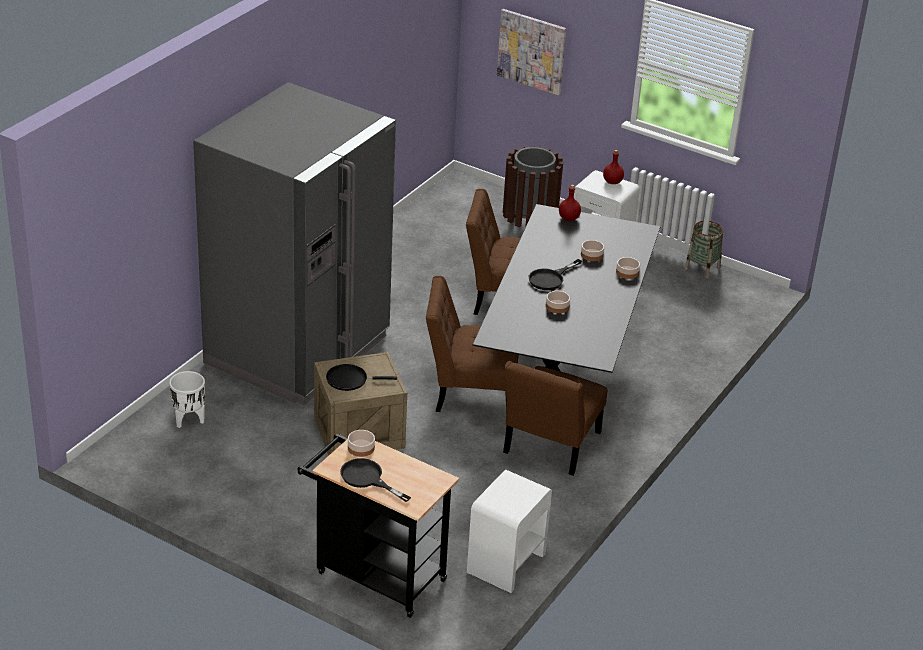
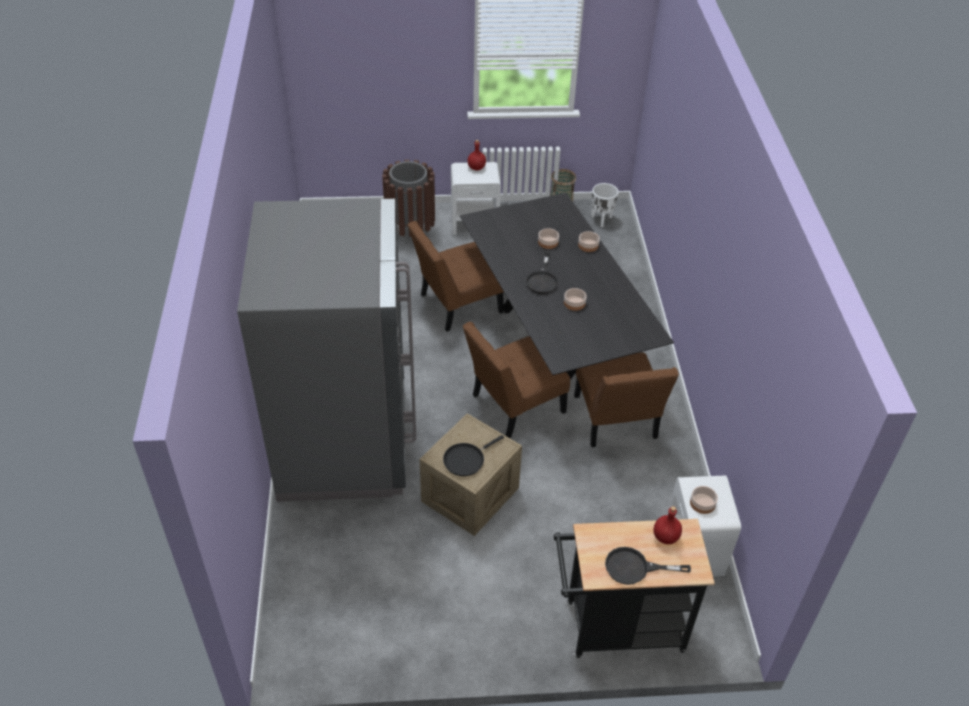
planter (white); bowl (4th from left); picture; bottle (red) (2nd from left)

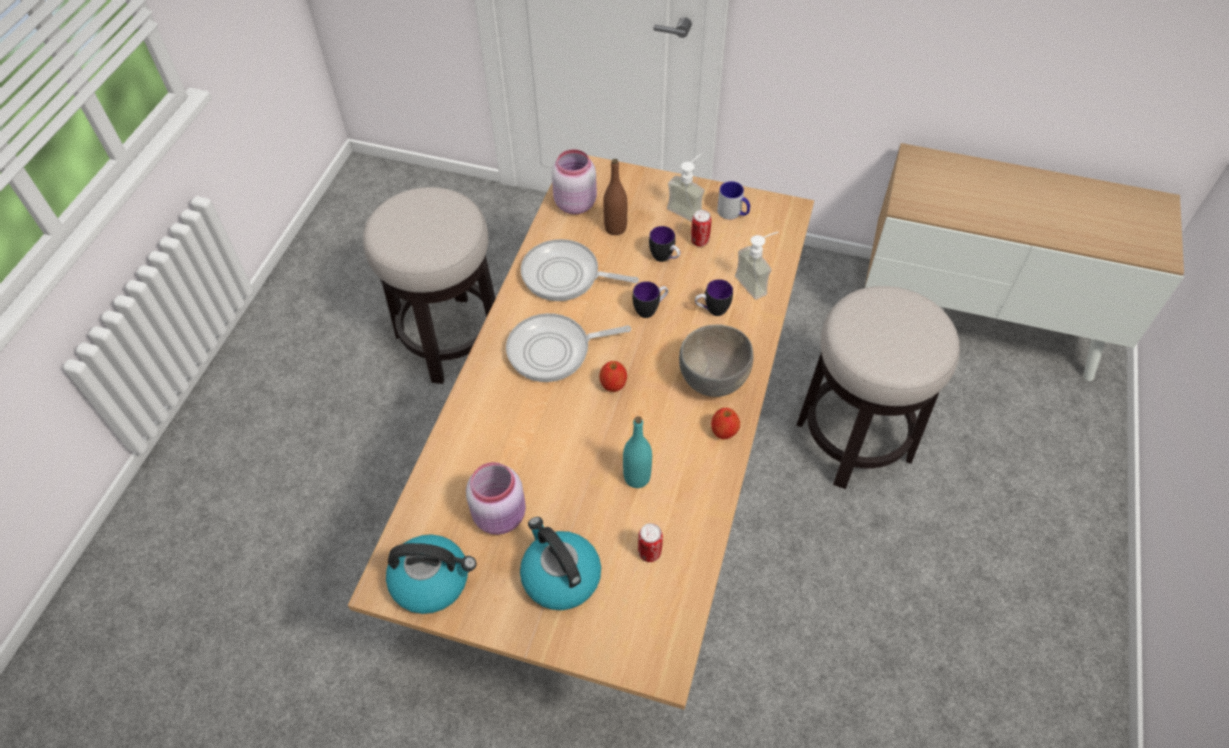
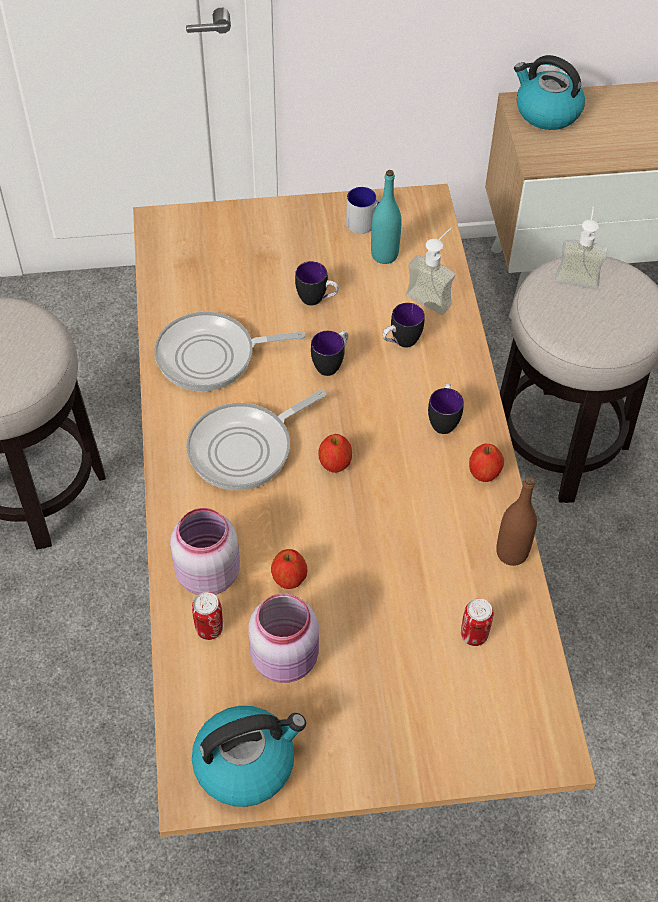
kettle (2nd from left); jar (pink) (1st from left); bottle (brown); bottle (turquoise); soap dispenser (2nd from left); mug (5th from left); can (1st from left); apple (1st from left)

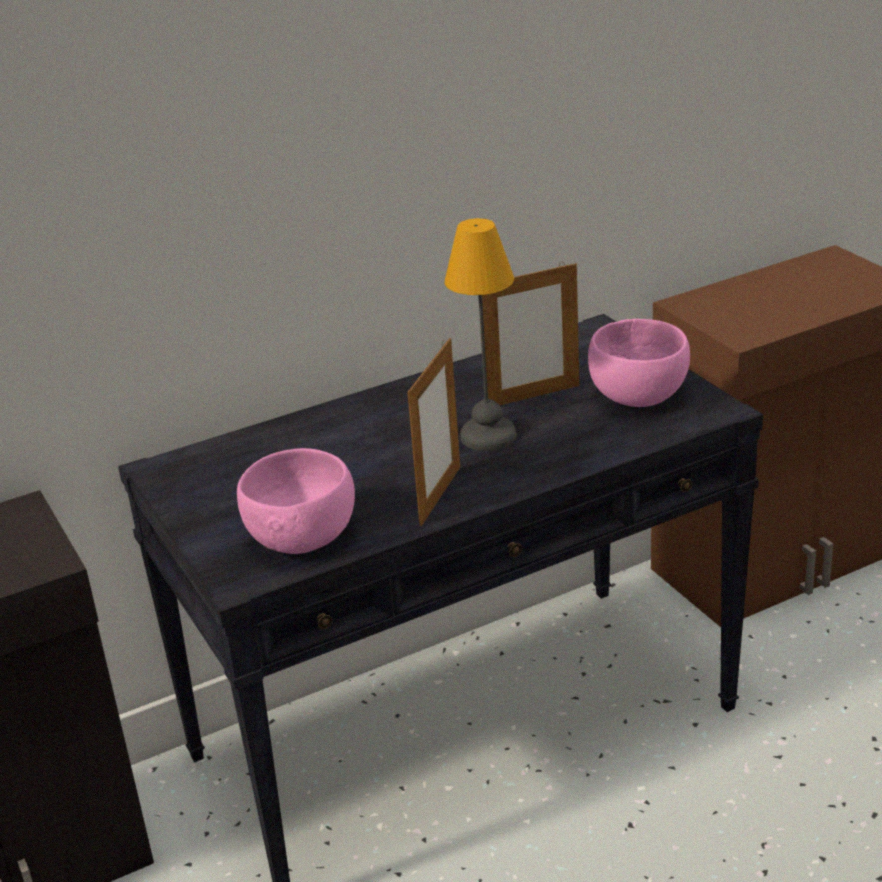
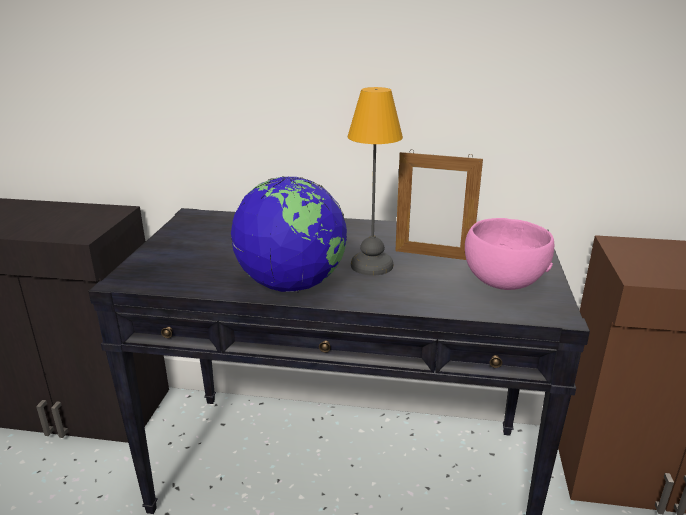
bowl (pink) (1st from left in the first image); globe

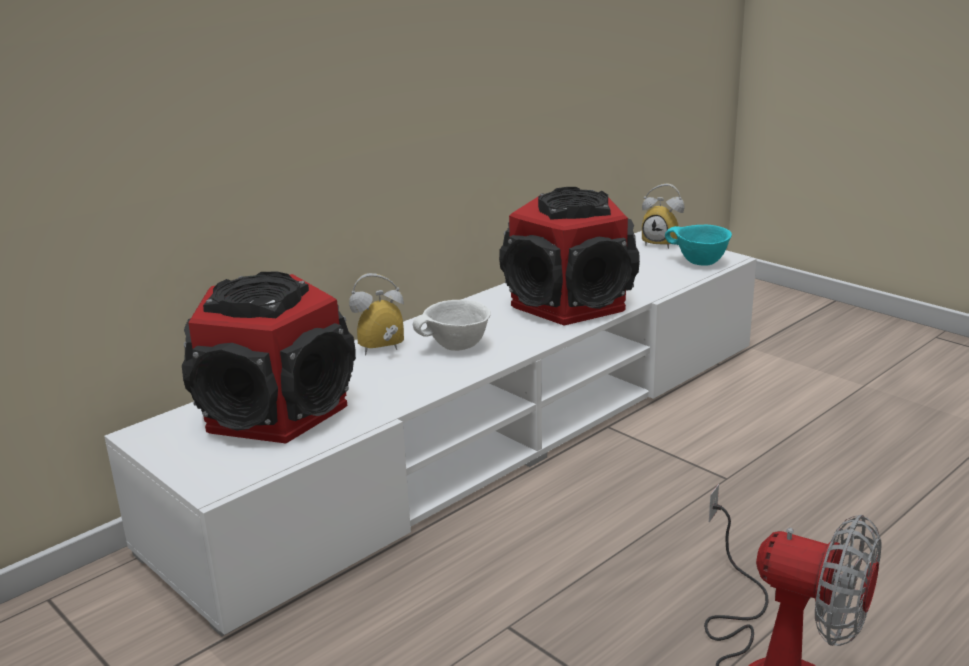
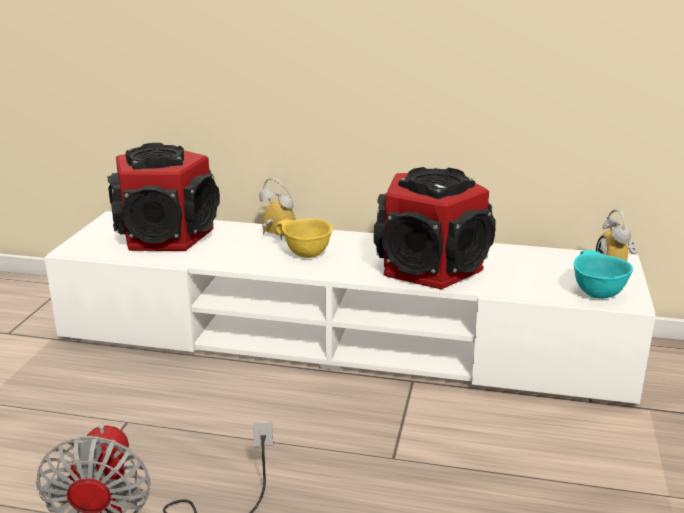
bowl (yellow)

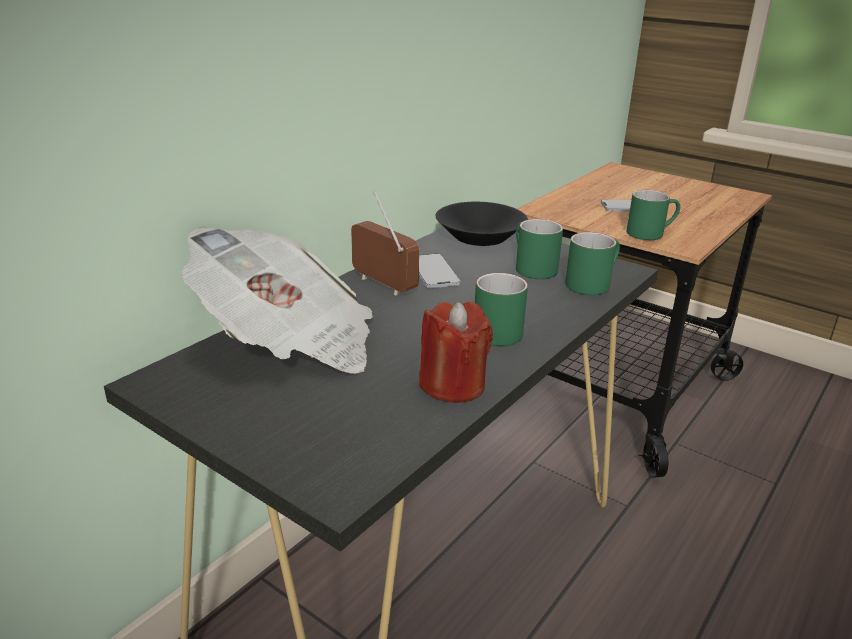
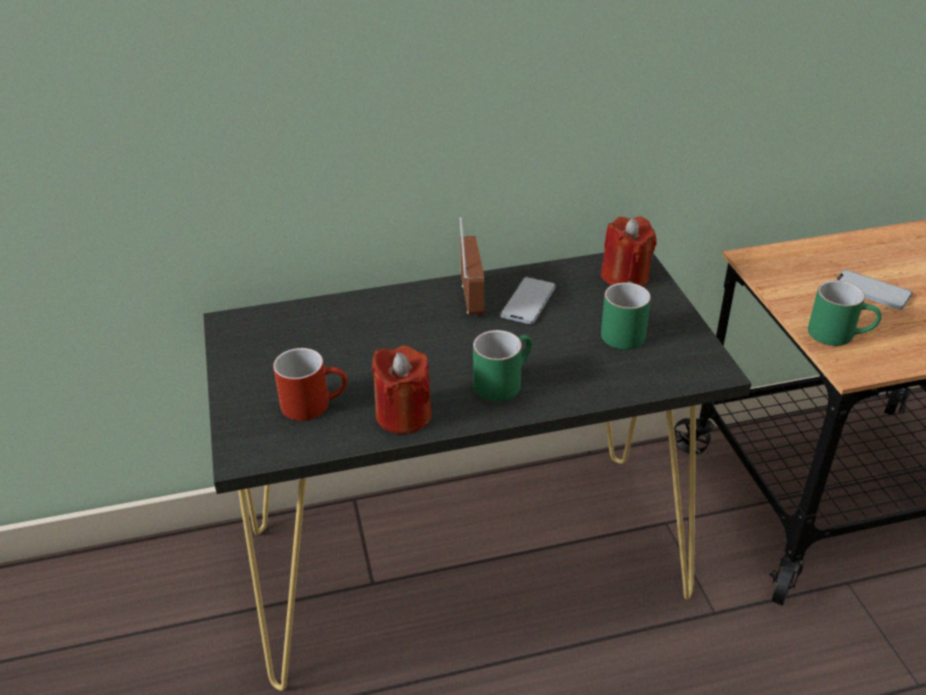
newspaper; candle (red) (2nd from left); mug (green) (3rd from left in the first image); mug (red)

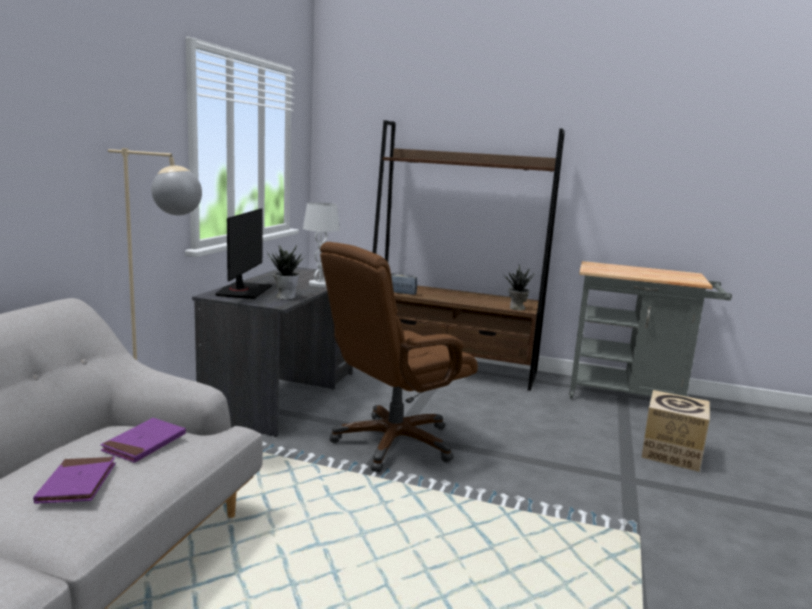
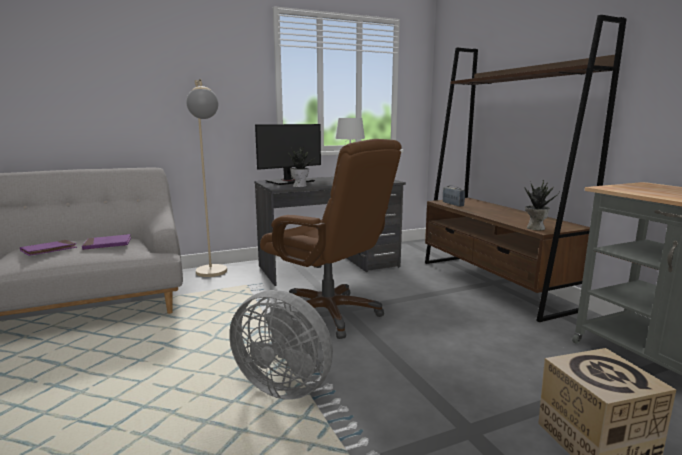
office chair (brown); fan (grey)

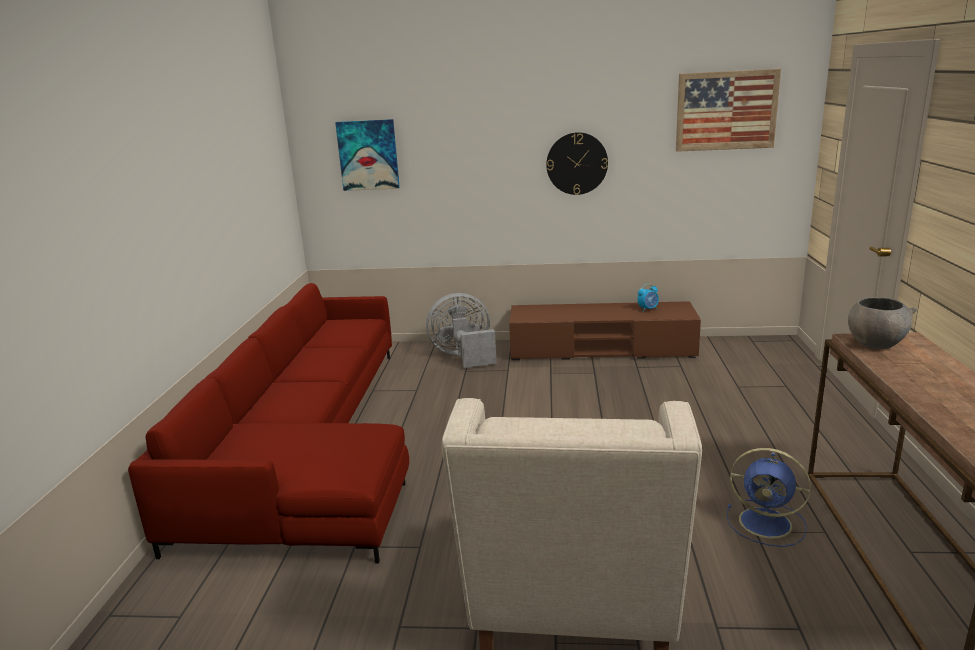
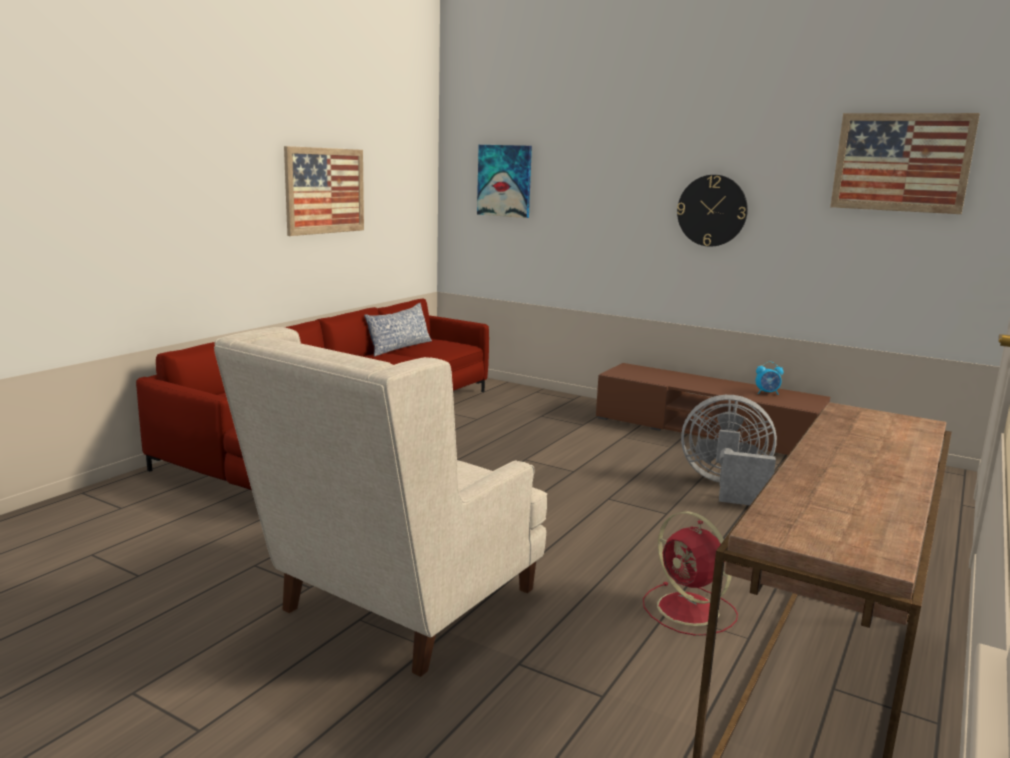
fan (grey); fan (red); bowl (grey); picture (1st from left); pillow

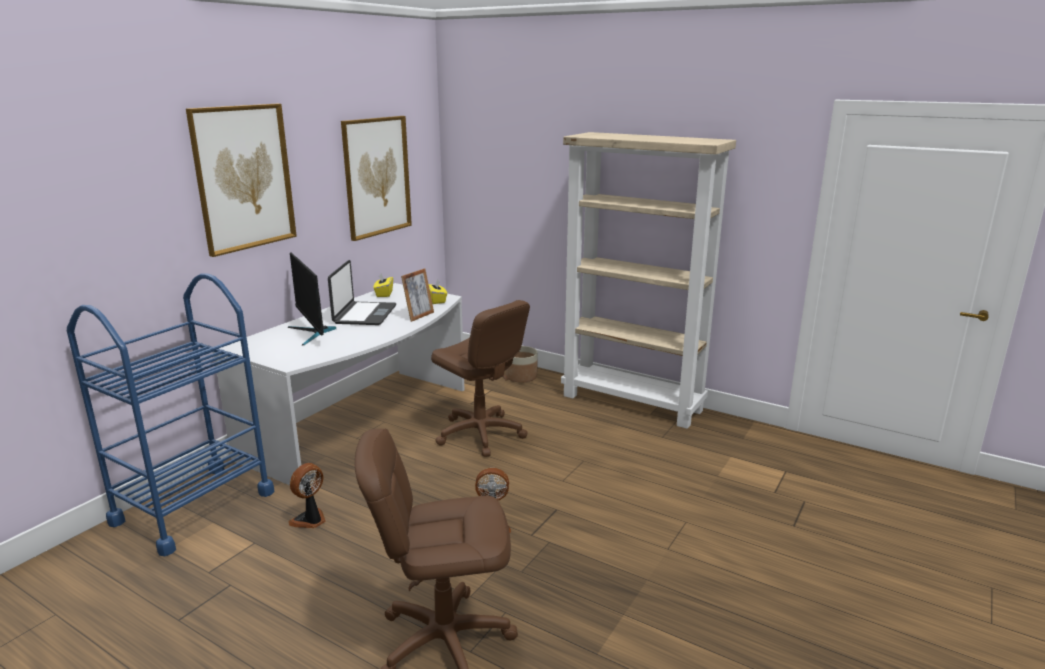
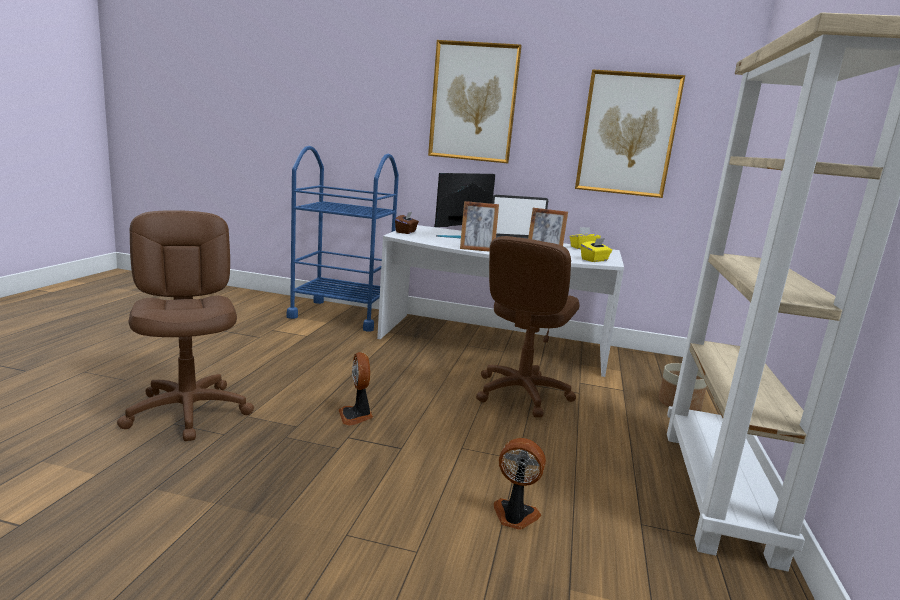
fan (2nd from left); tissue box (brown); picture frame (1st from left)

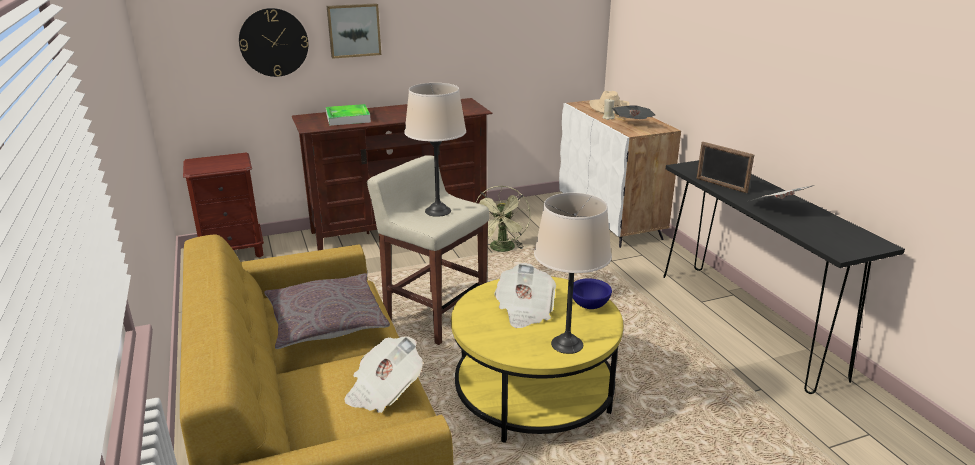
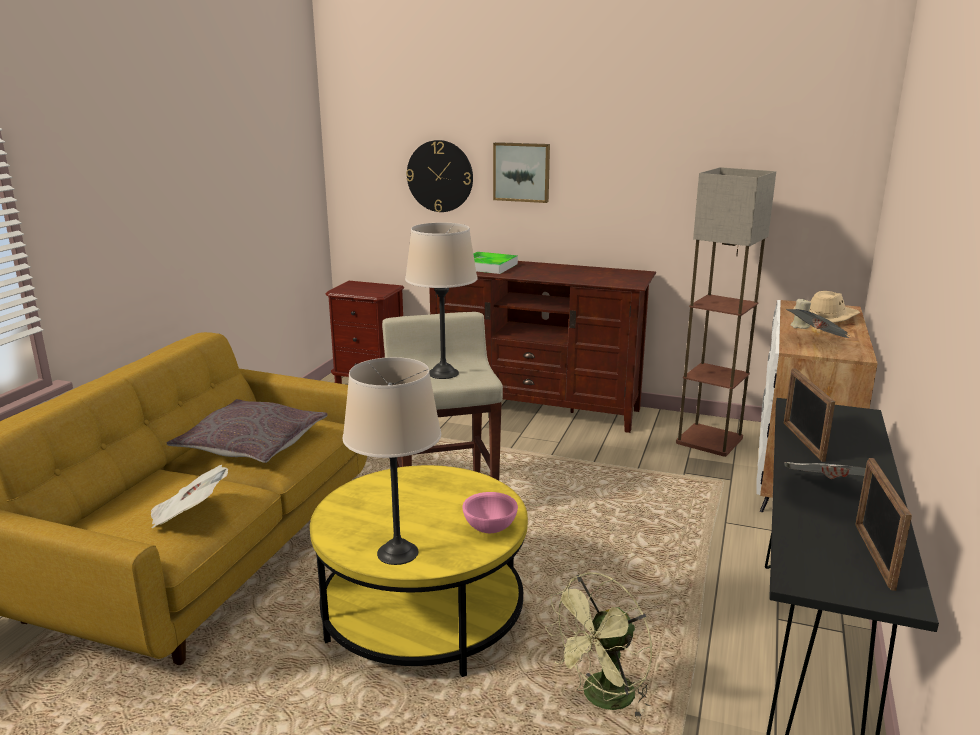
fan (green); newspaper (2nd from left in the first image); bowl (pink); floor lamp; picture frame (2nd from left)

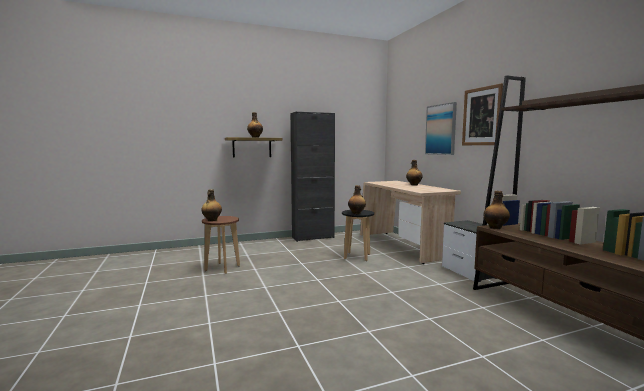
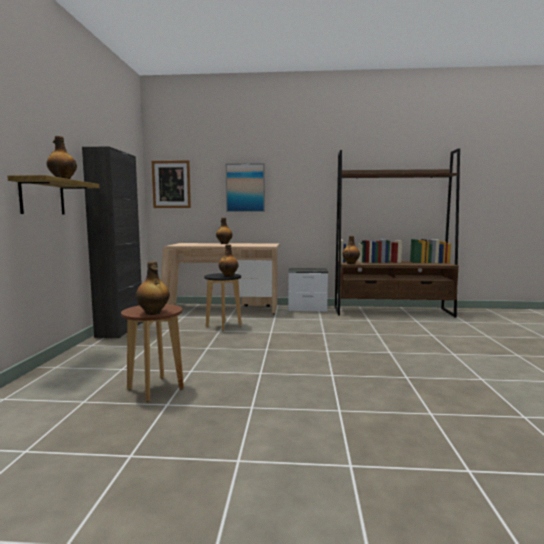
picture (1st from left)

